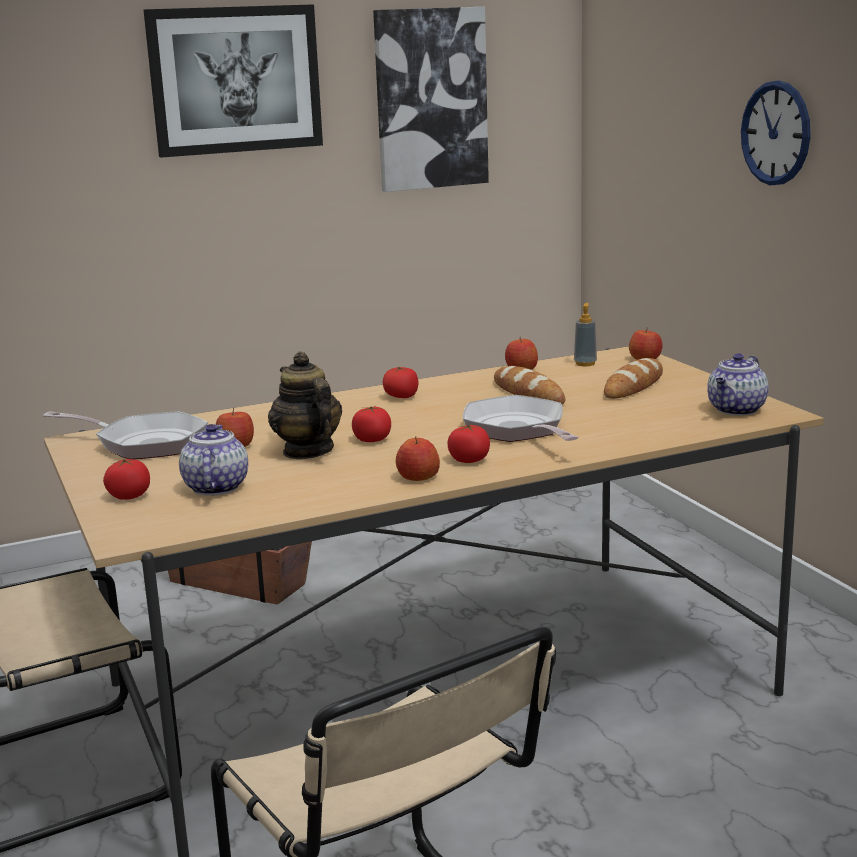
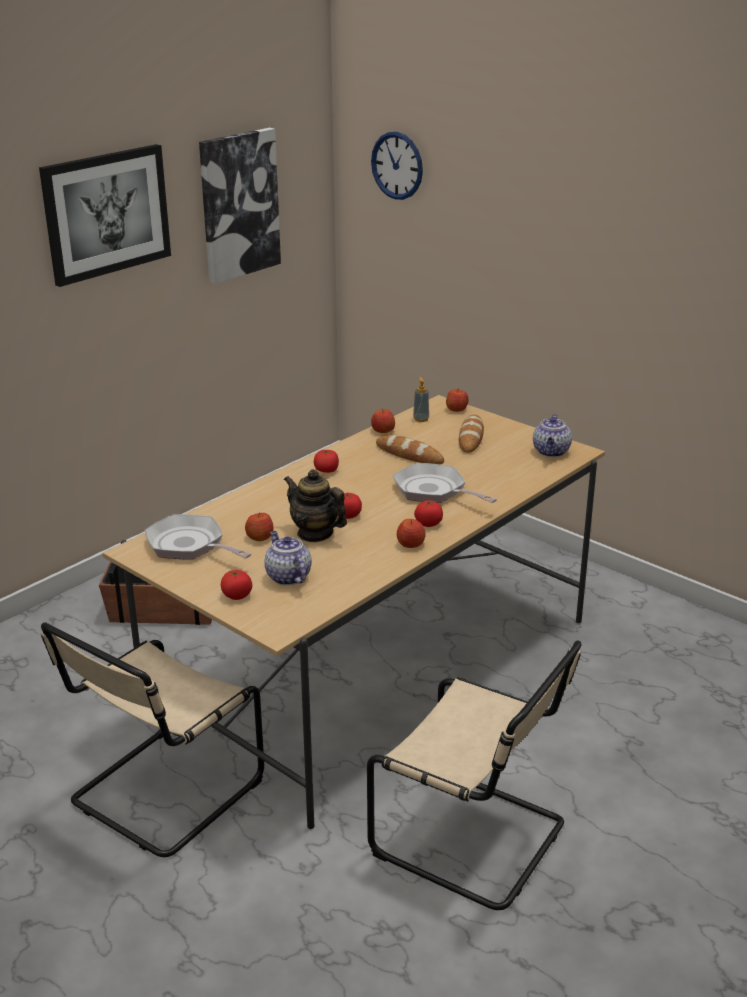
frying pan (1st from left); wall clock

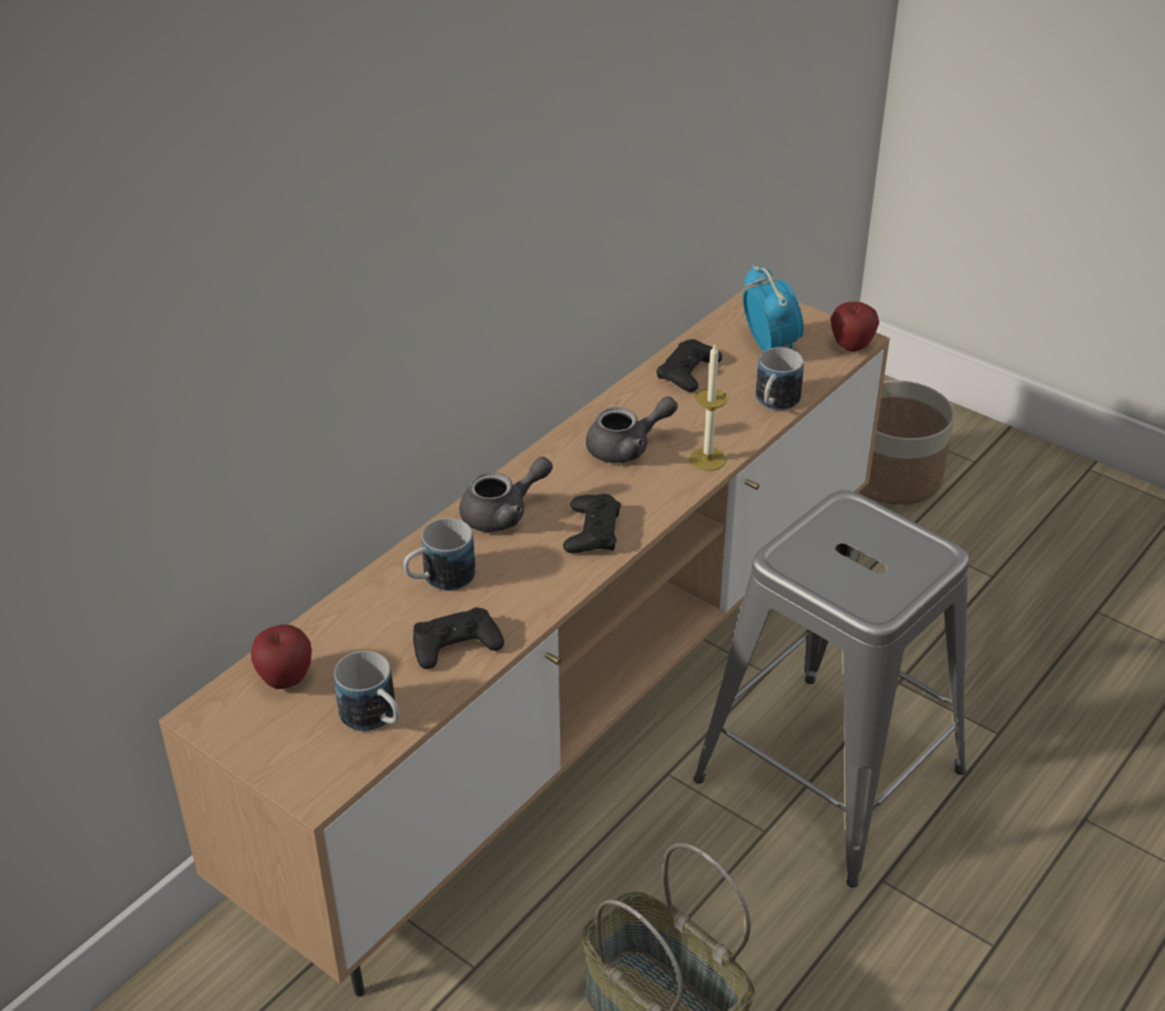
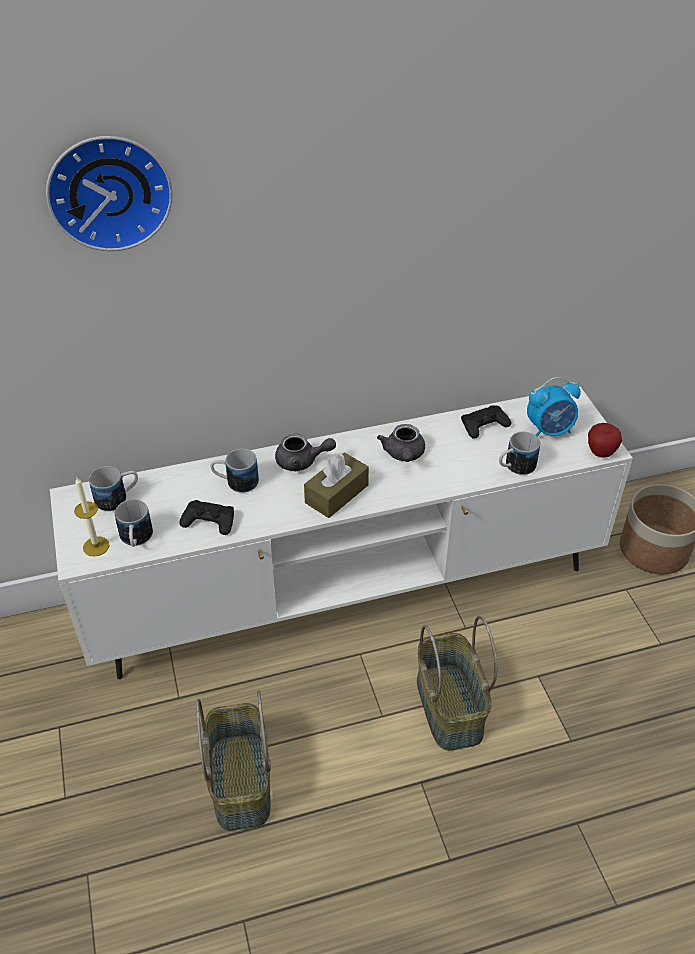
tv stand (white); mug (1st from left); tissue box (brown); teapot (grey) (2nd from left); candle; basket (2nd from left); alarm clock; wall clock

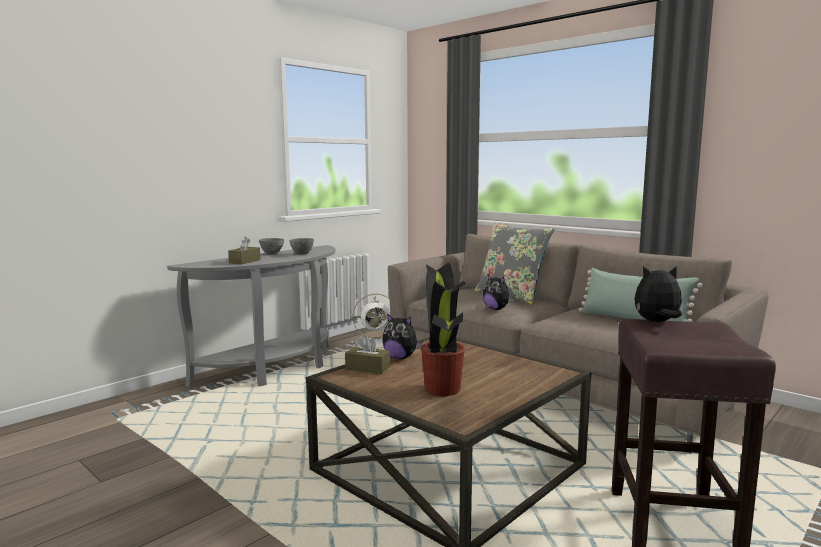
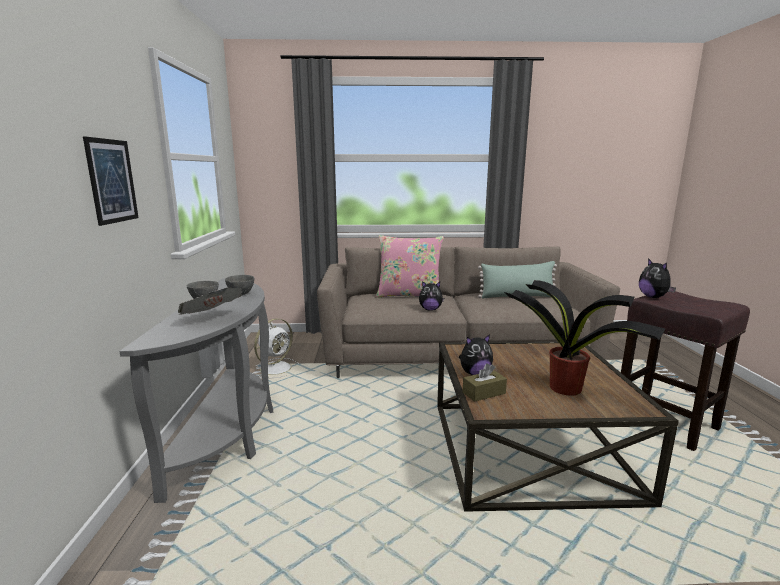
newspaper; pillow (pink); plush toy (3rd from left); picture

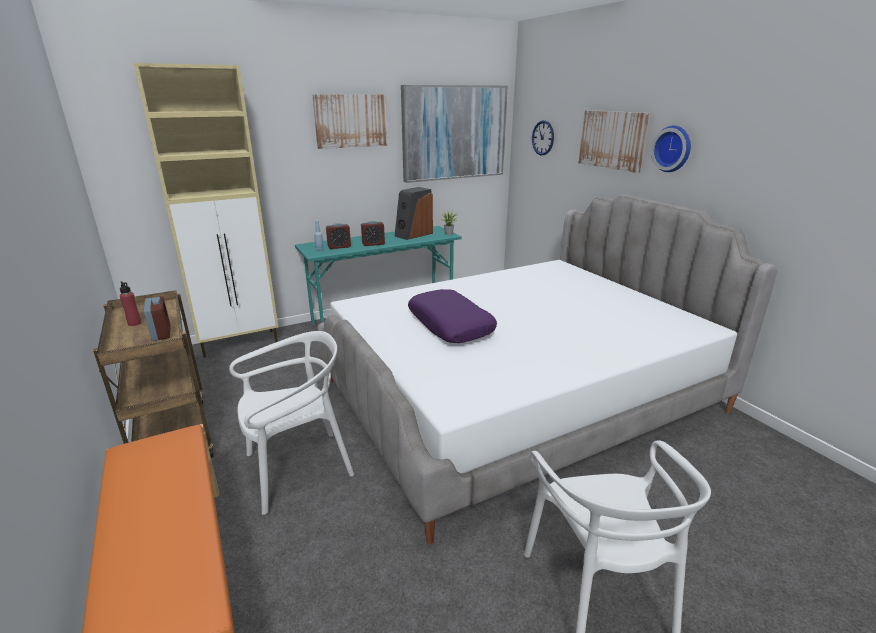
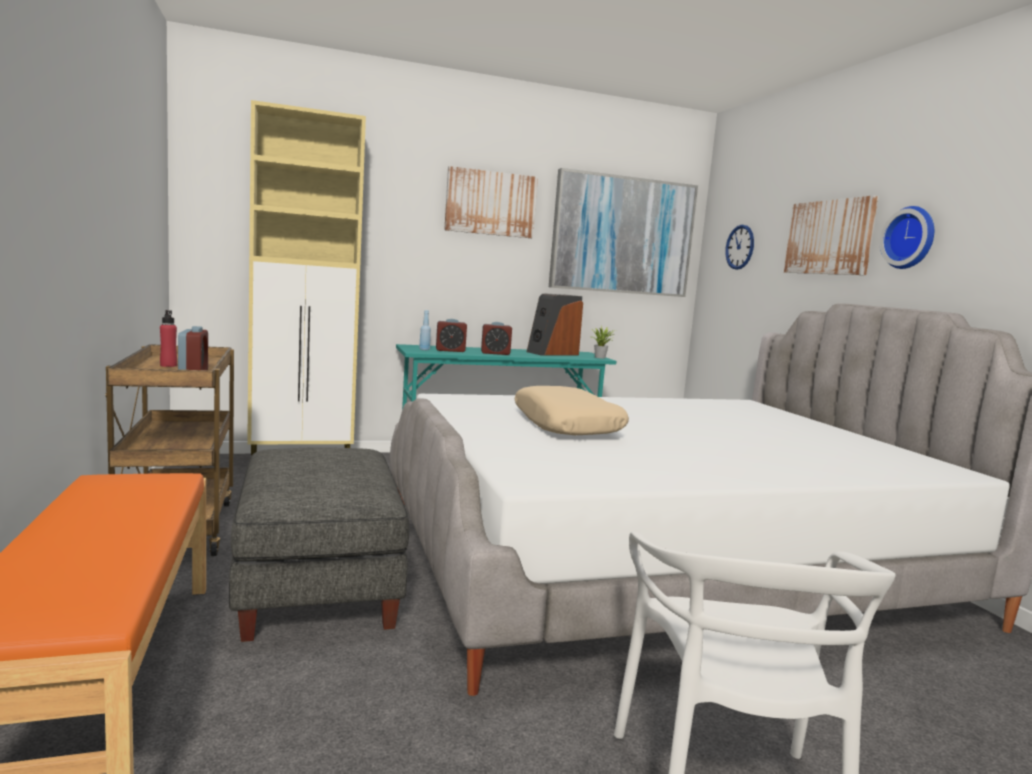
ottoman (grey); pillow (beige)

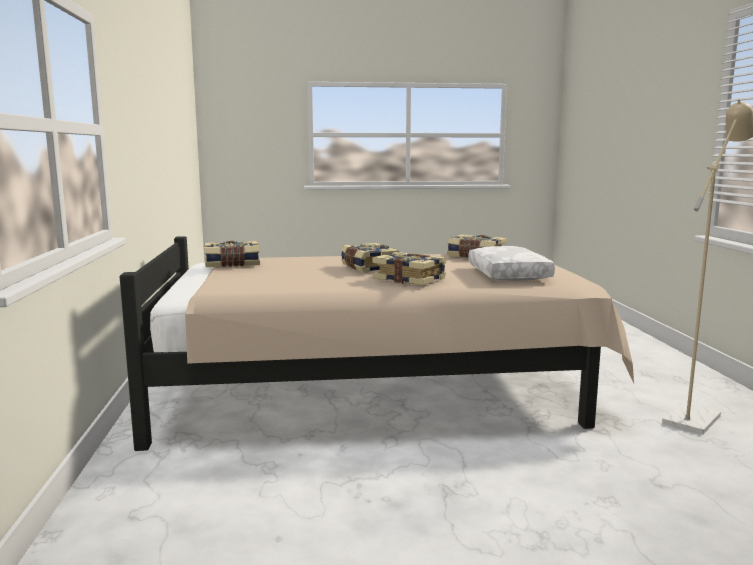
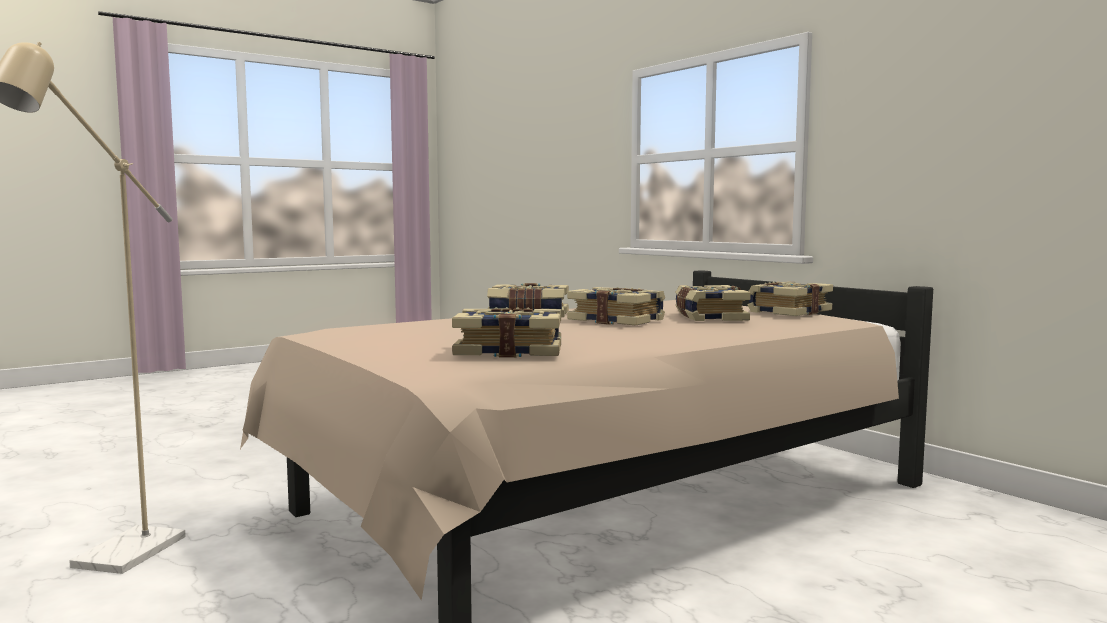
pillow (white); book (4th from left)

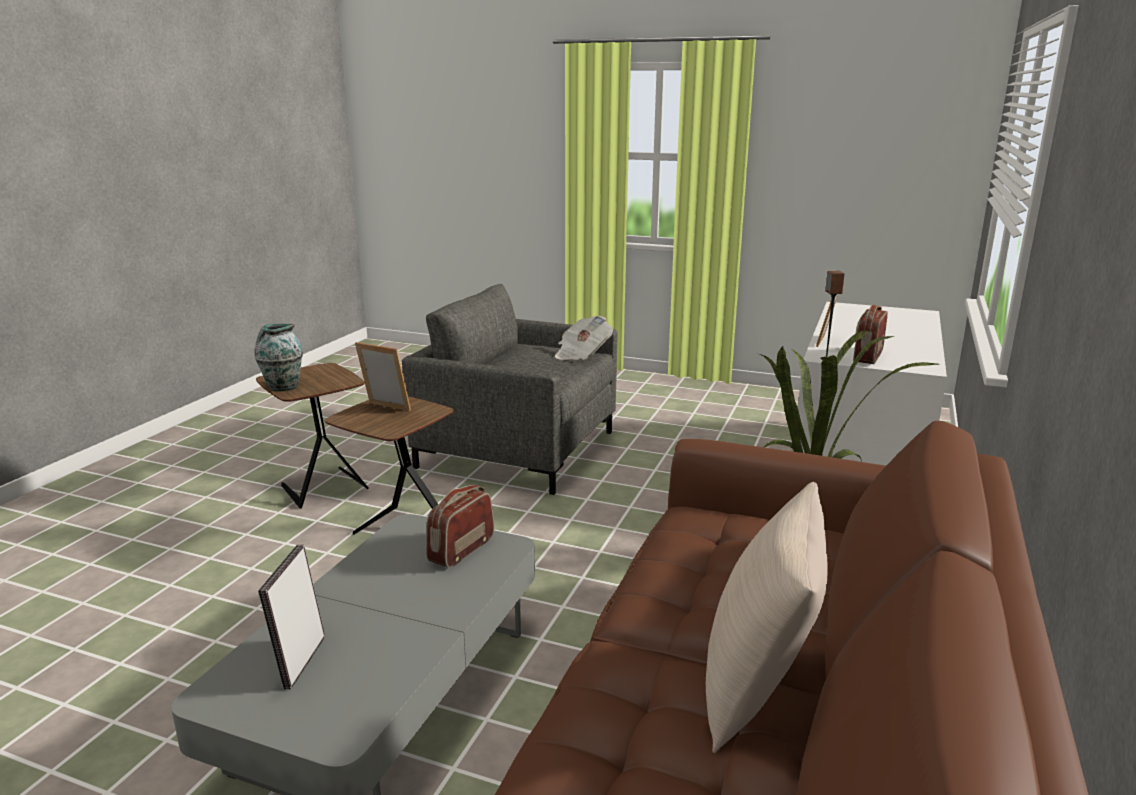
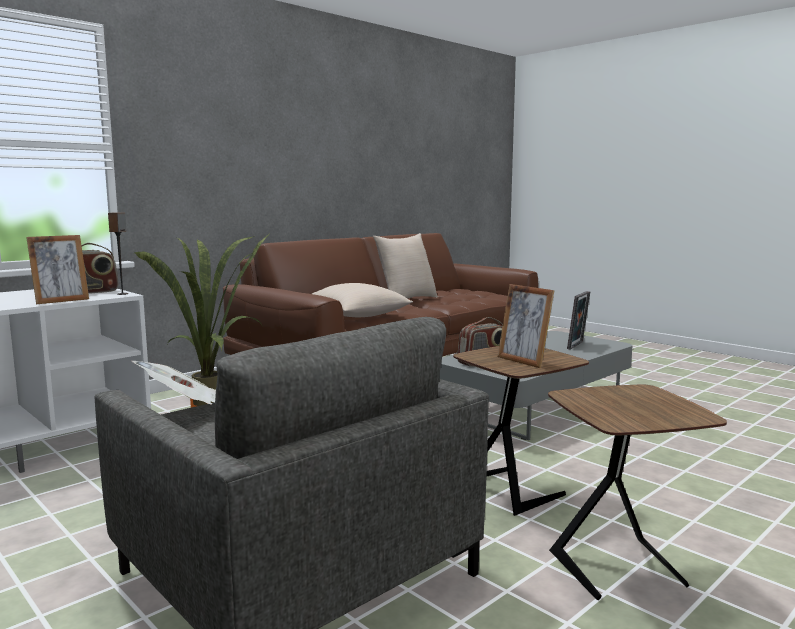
vase; pillow (beige) (1st from left)

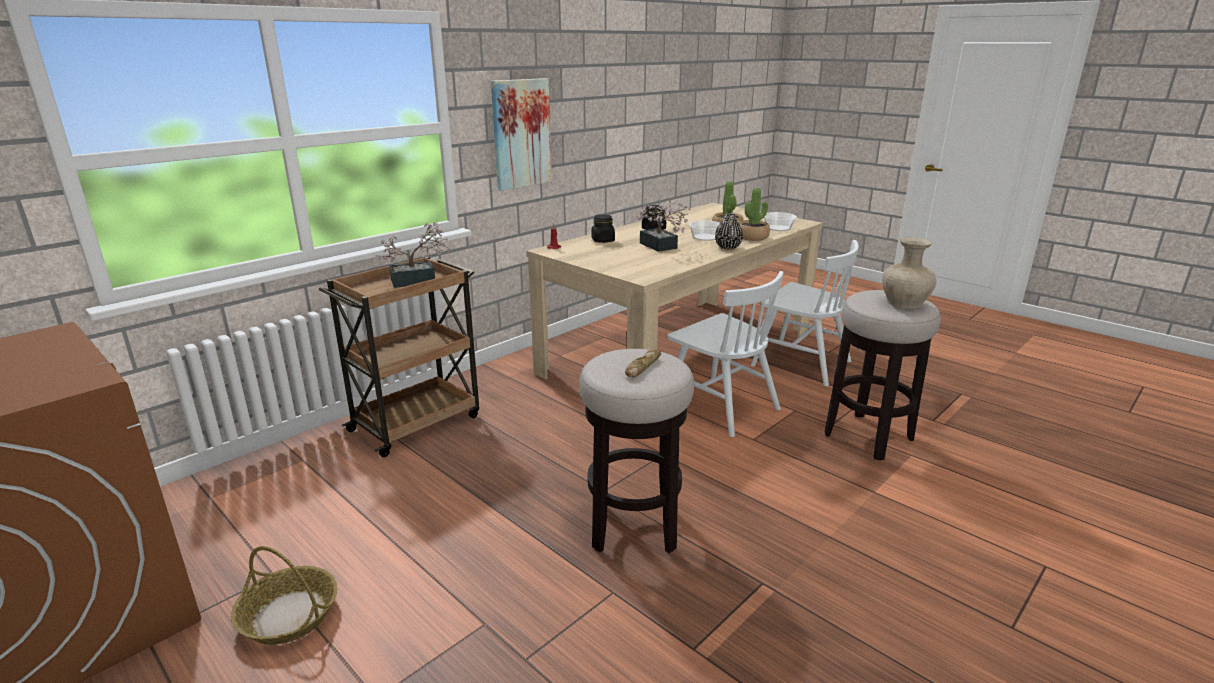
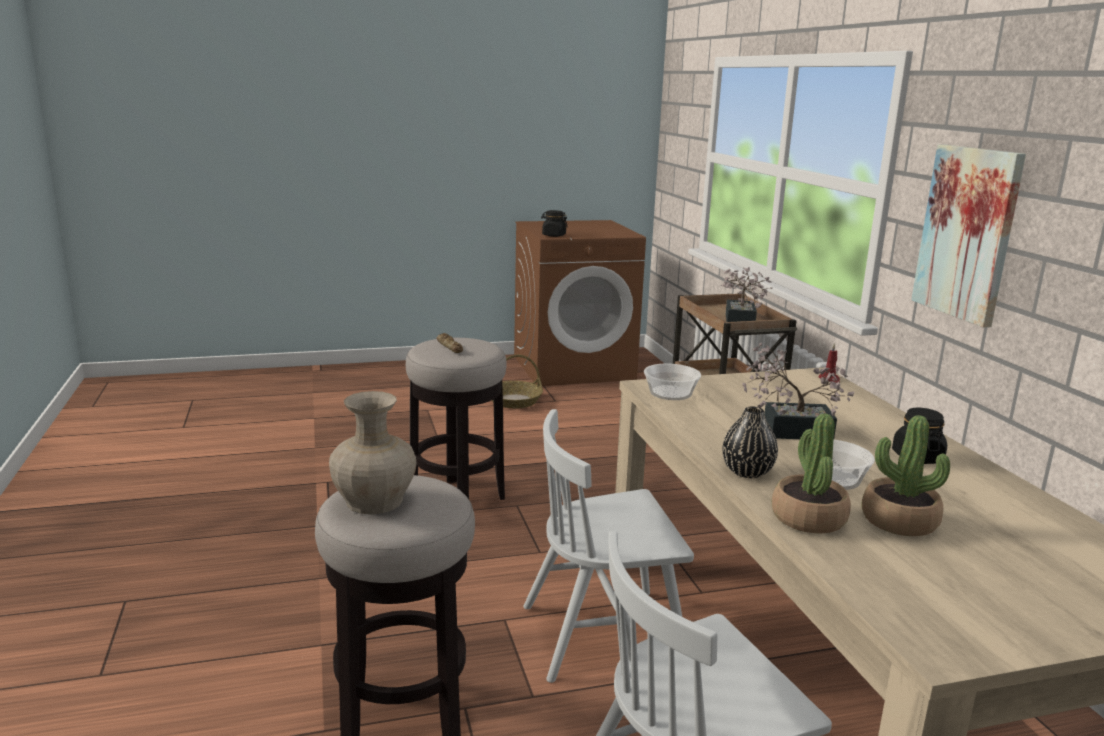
jar (black) (1st from left); bowl (1st from left)

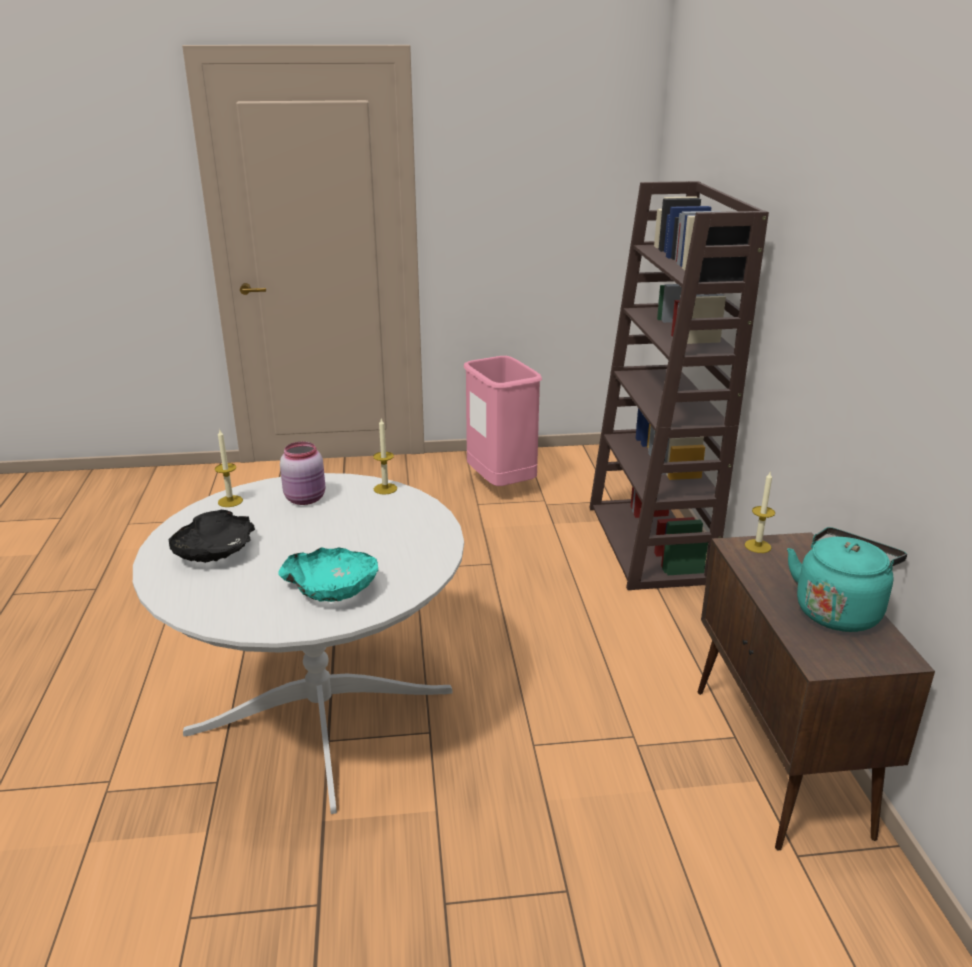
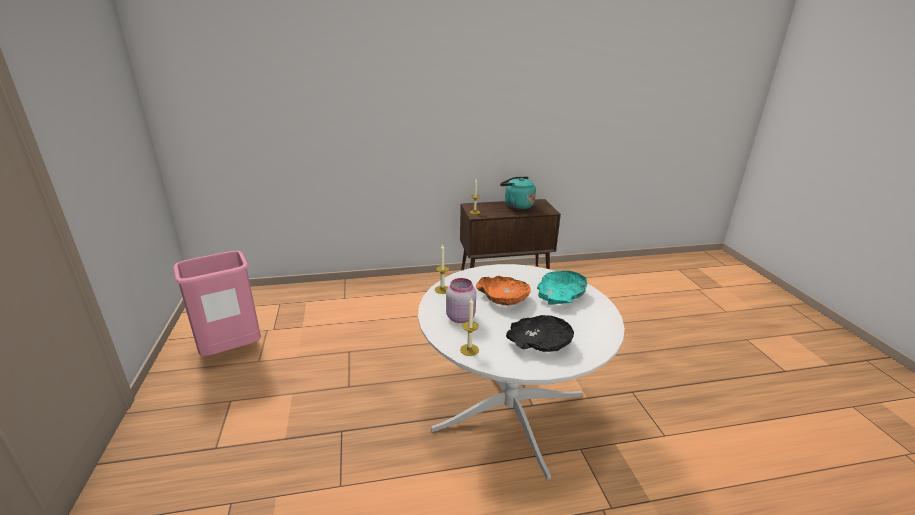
bookcase (brown); bowl (orange)

